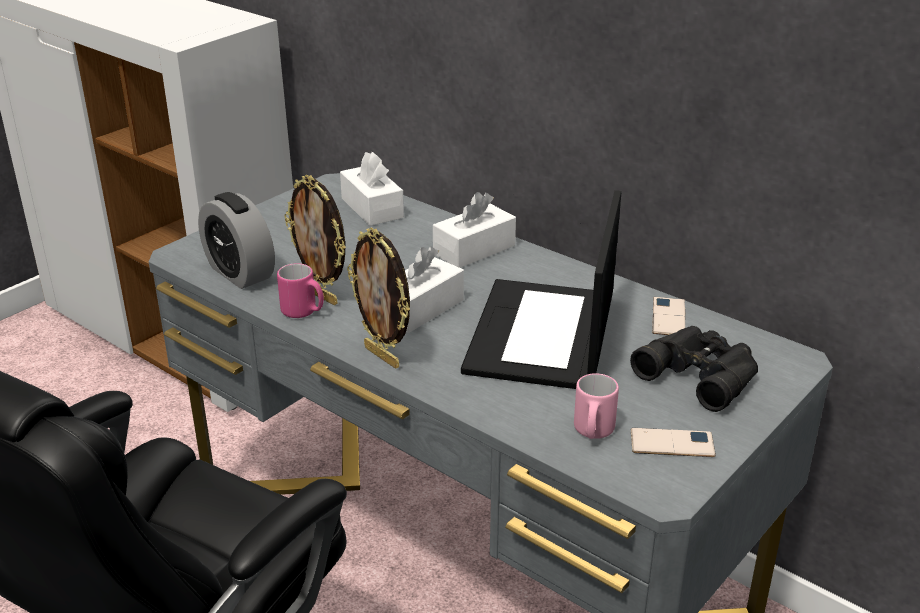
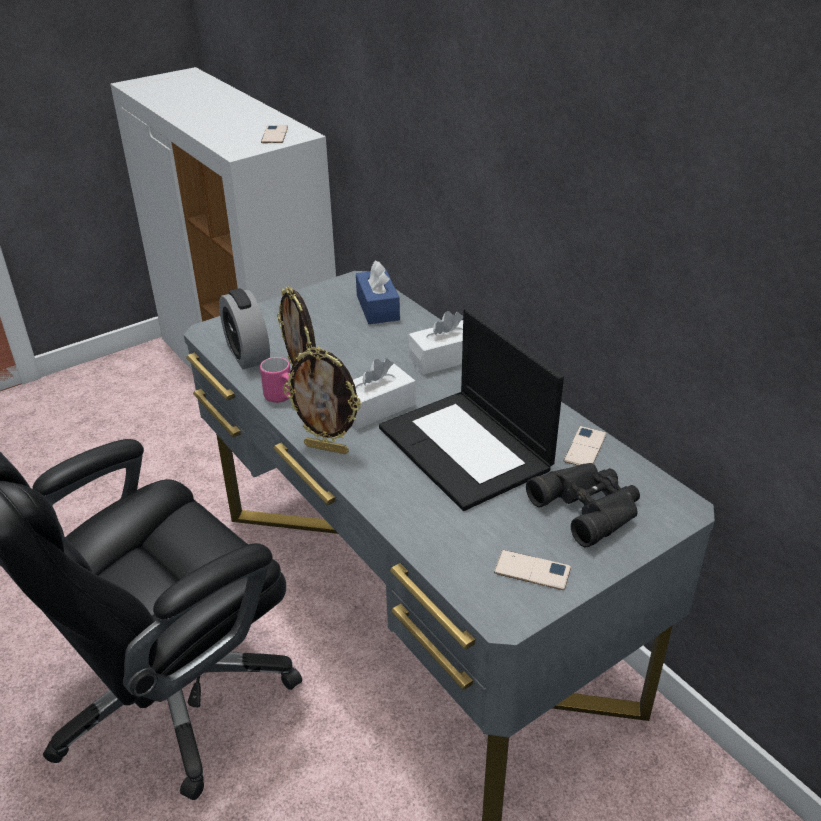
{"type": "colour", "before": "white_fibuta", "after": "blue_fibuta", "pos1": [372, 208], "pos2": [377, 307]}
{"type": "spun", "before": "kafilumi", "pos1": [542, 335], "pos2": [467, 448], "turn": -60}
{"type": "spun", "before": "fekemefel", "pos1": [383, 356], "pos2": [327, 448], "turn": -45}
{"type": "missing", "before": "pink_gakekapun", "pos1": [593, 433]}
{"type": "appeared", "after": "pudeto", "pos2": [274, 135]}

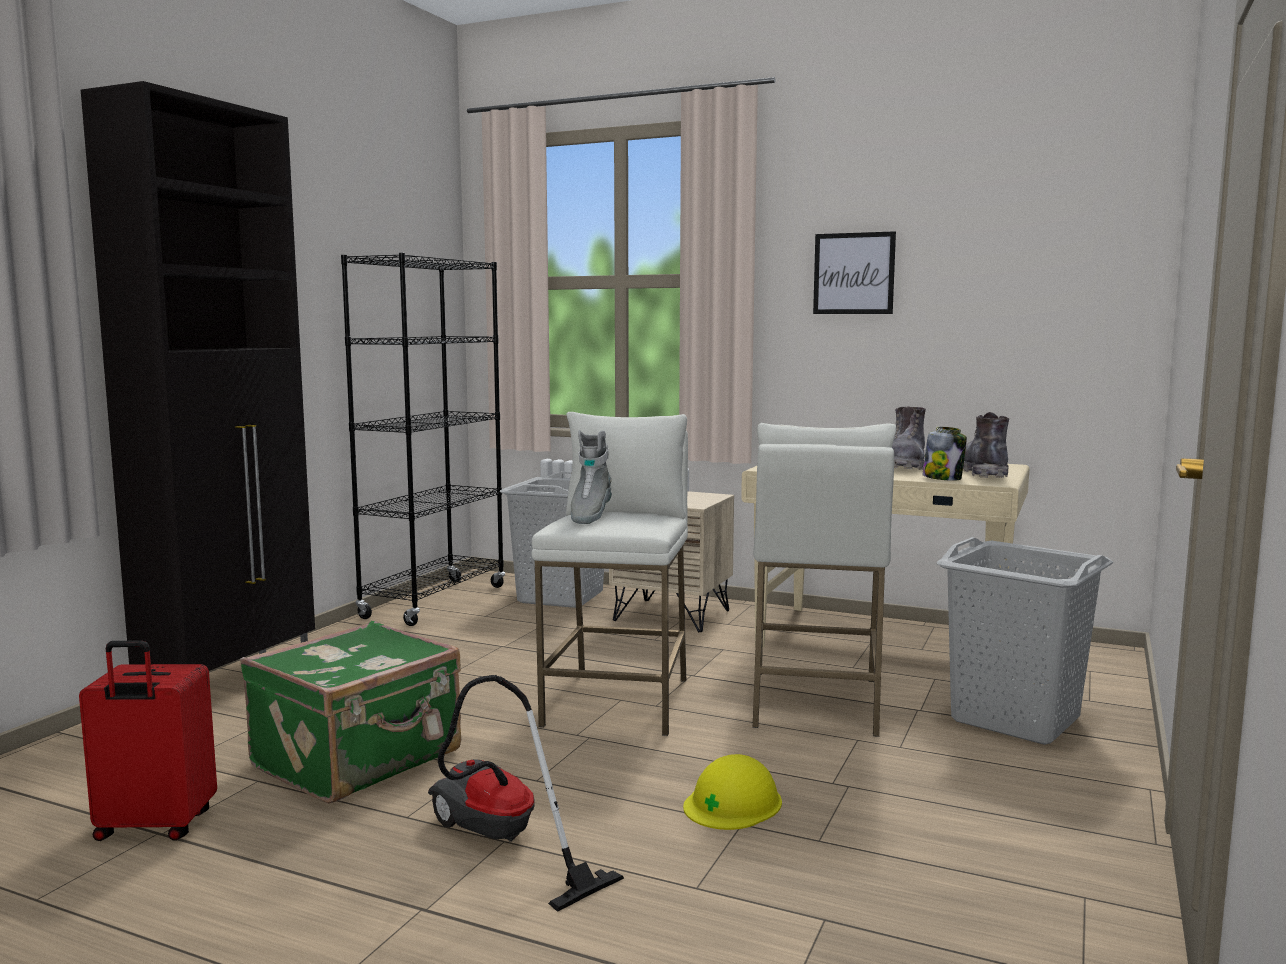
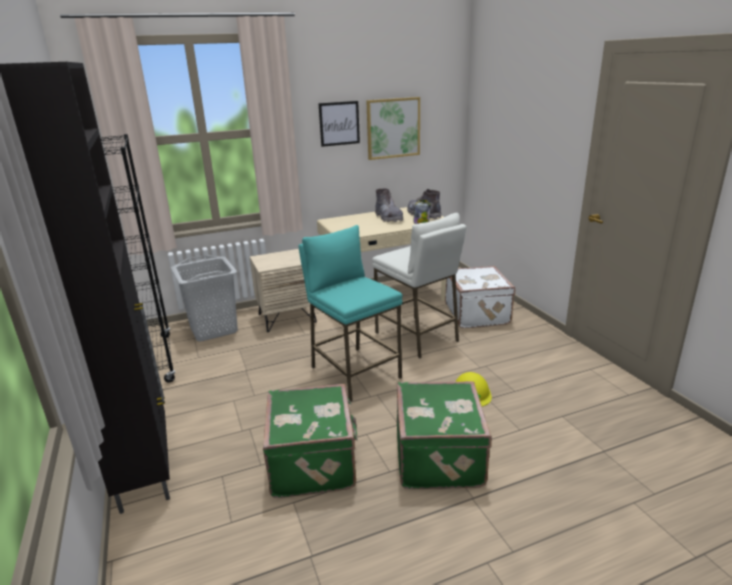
{"type": "colour", "before": "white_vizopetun", "after": "turquoise_vizopetun", "pos1": [618, 702], "pos2": [354, 372]}
{"type": "missing", "before": "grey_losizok", "pos1": [589, 516]}
{"type": "exchanged", "before": "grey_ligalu", "after": "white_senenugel", "pos1": [1014, 719], "pos2": [478, 314]}
{"type": "missing", "before": "red_senenugel", "pos1": [154, 827]}
{"type": "exchanged", "before": "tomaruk", "after": "green_senenugel", "pos1": [499, 842], "pos2": [440, 457]}
{"type": "appeared", "after": "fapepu", "pos2": [393, 128]}

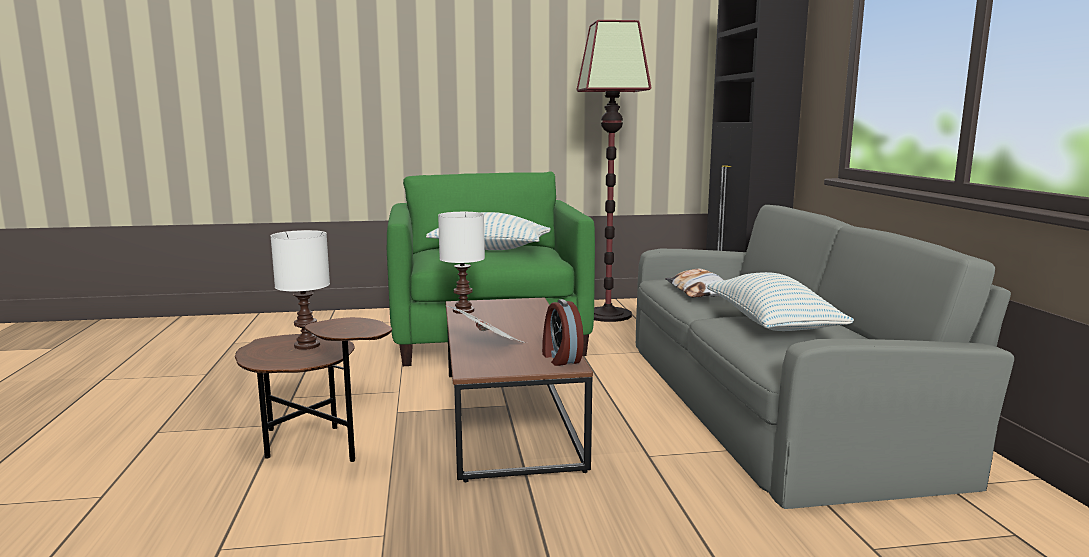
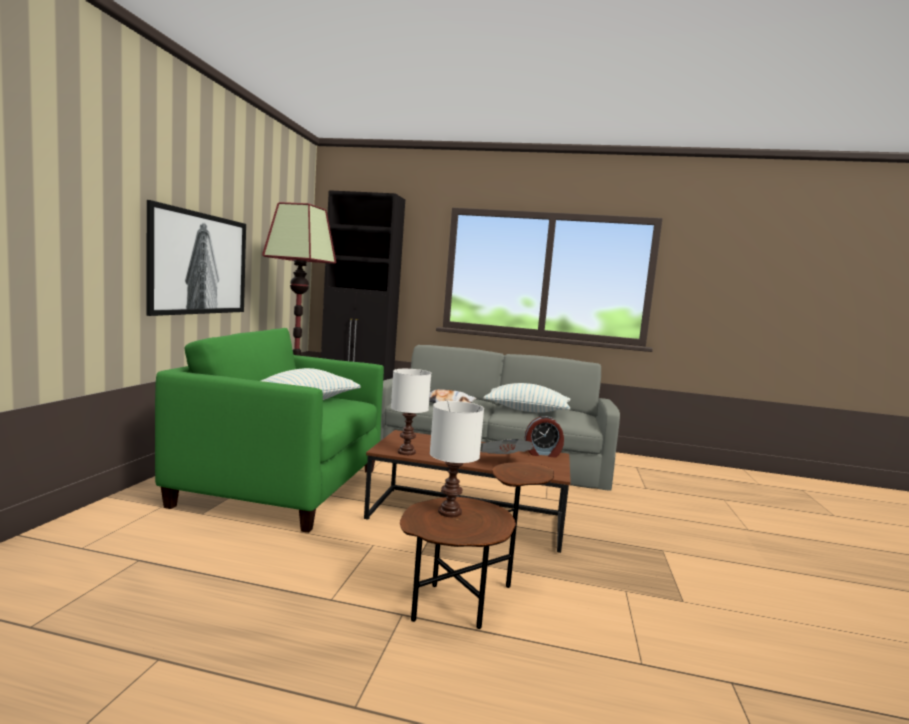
{"type": "appeared", "after": "fapepu", "pos2": [199, 263]}

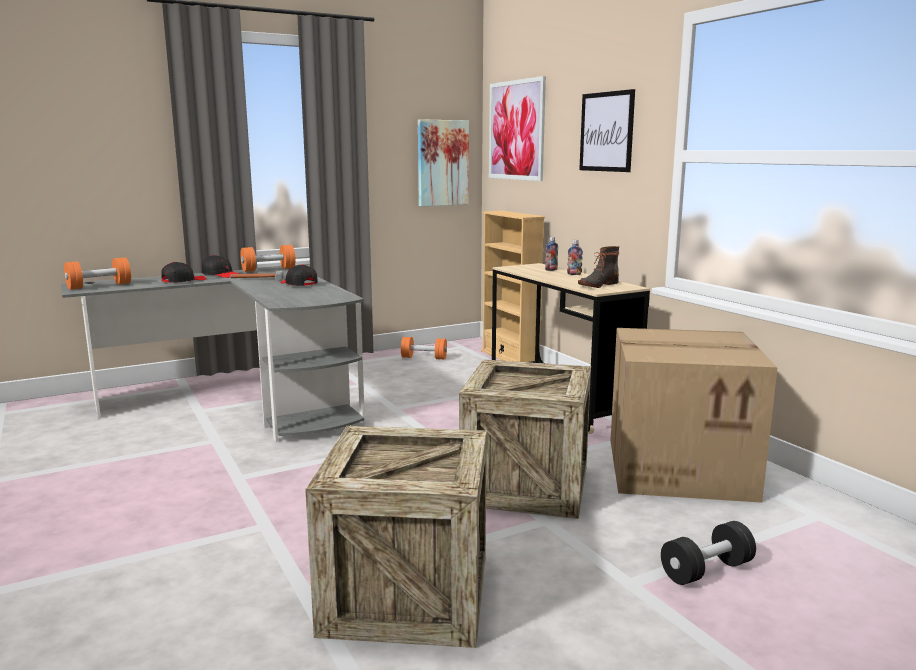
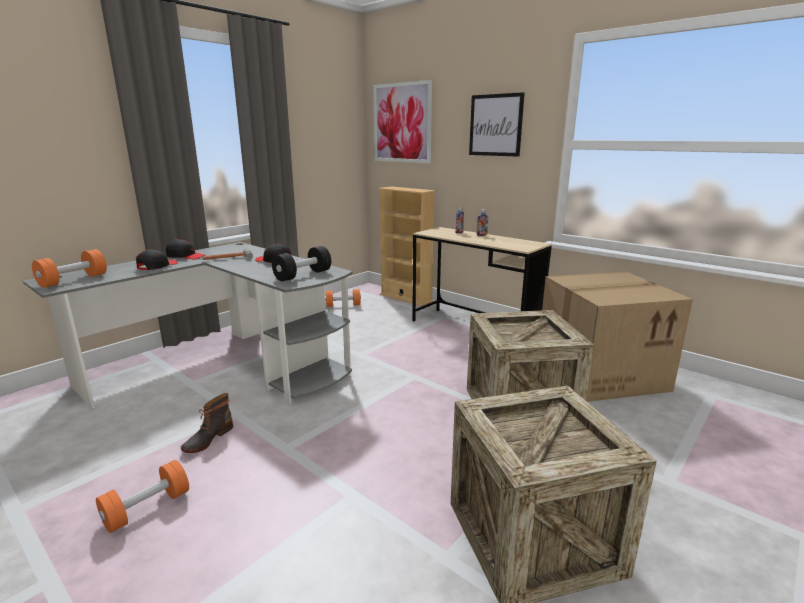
{"type": "missing", "before": "fapepu", "pos1": [442, 163]}
{"type": "relocated", "before": "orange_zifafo", "pos1": [268, 269], "pos2": [147, 508]}
{"type": "relocated", "before": "losizok", "pos1": [597, 285], "pos2": [207, 439]}
{"type": "relocated", "before": "black_zifafo", "pos1": [706, 570], "pos2": [303, 275]}

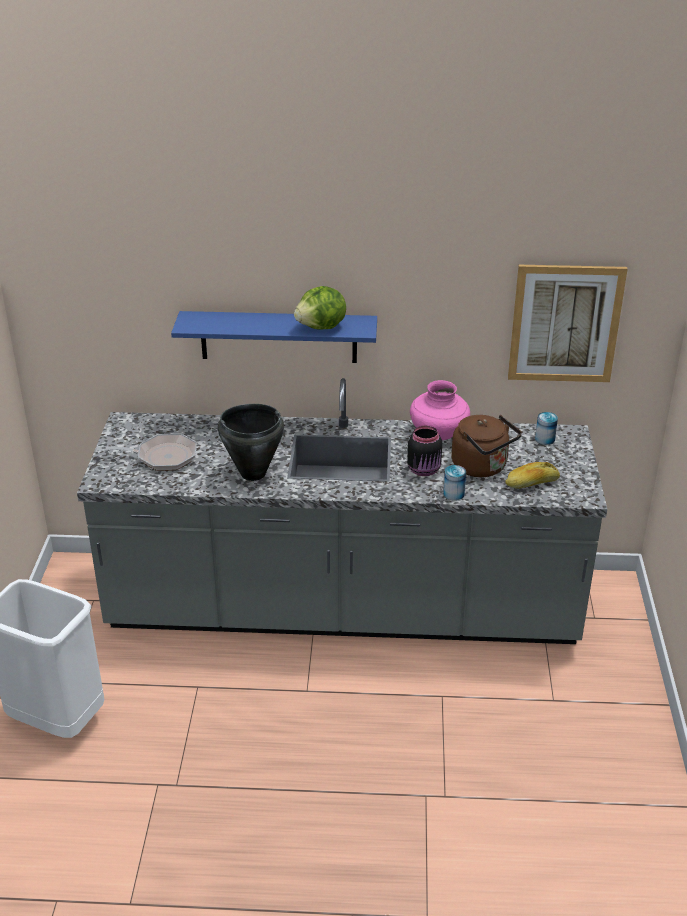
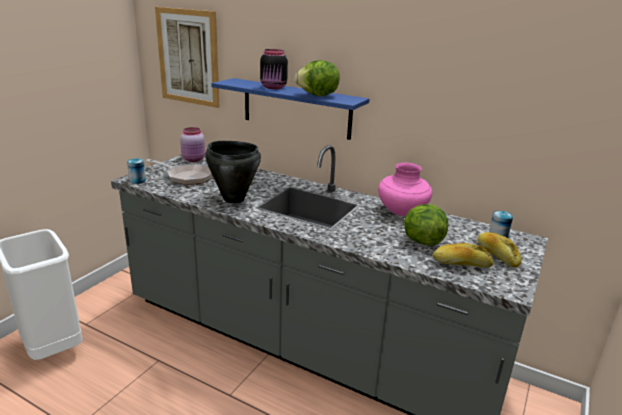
{"type": "relocated", "before": "fapepu", "pos1": [565, 324], "pos2": [188, 57]}
{"type": "exchanged", "before": "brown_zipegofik", "after": "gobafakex", "pos1": [482, 467], "pos2": [422, 241]}
{"type": "relocated", "before": "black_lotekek", "pos1": [424, 470], "pos2": [274, 87]}
{"type": "relocated", "before": "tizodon", "pos1": [453, 494], "pos2": [137, 181]}
{"type": "appeared", "after": "pink_lotekek", "pos2": [194, 159]}
{"type": "appeared", "after": "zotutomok", "pos2": [496, 255]}

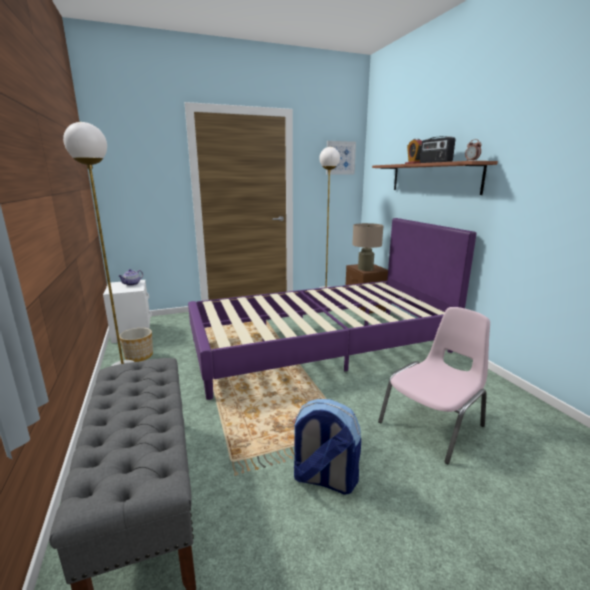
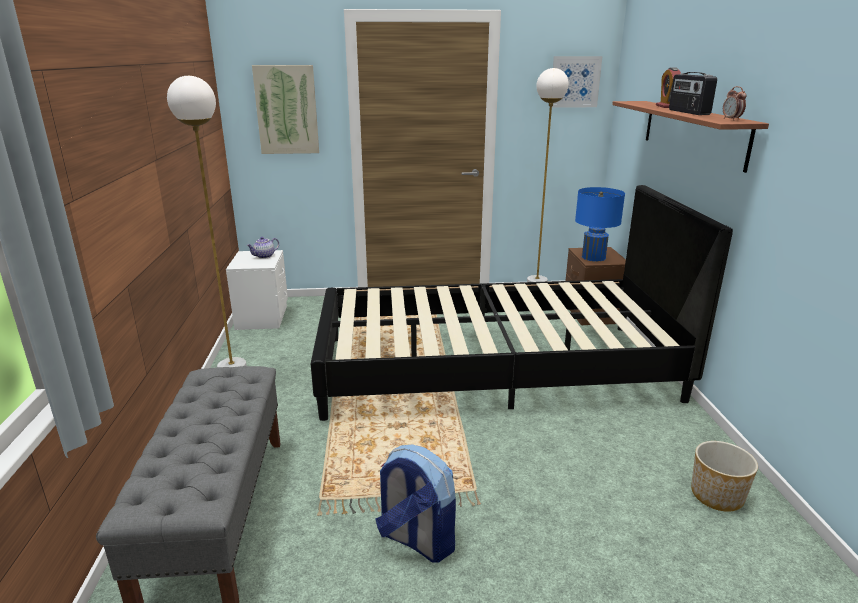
{"type": "colour", "before": "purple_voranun", "after": "black_voranun", "pos1": [320, 346], "pos2": [494, 368]}
{"type": "colour", "before": "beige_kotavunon", "after": "blue_kotavunon", "pos1": [365, 269], "pos2": [593, 257]}
{"type": "missing", "before": "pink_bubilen", "pos1": [433, 424]}
{"type": "relocated", "before": "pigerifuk", "pos1": [139, 356], "pos2": [717, 495]}
{"type": "appeared", "after": "fapepu", "pos2": [287, 110]}

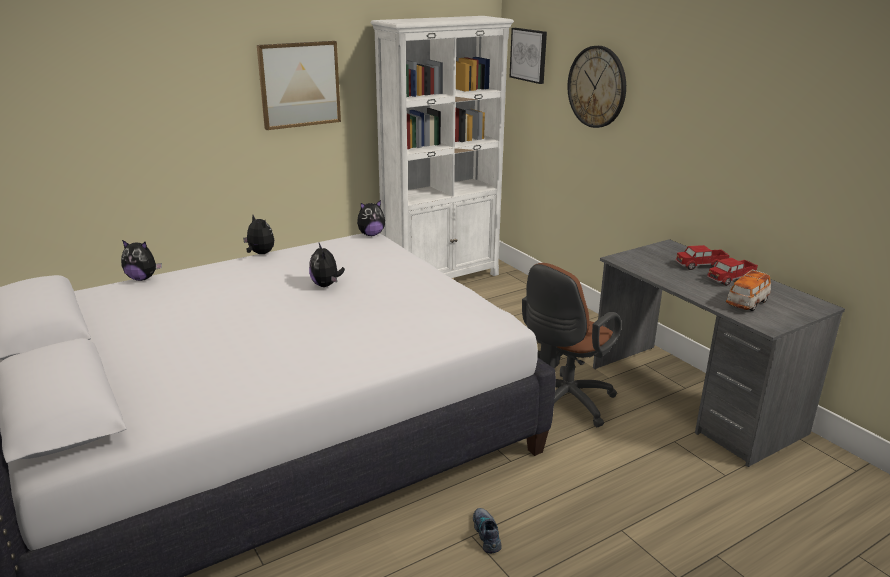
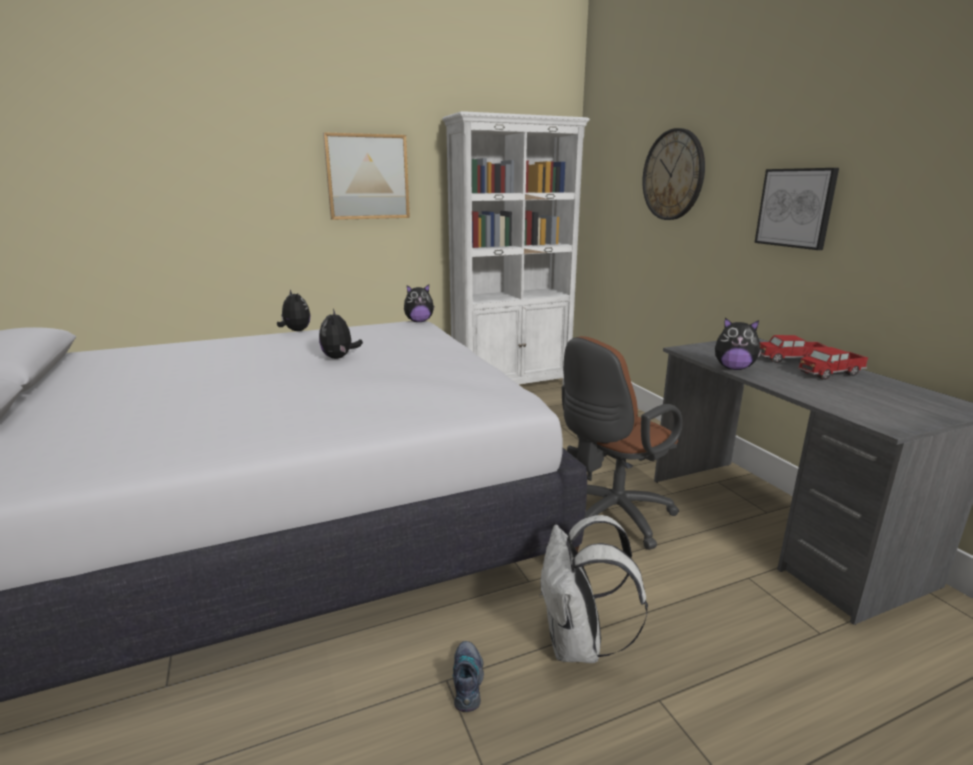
{"type": "relocated", "before": "fapepu", "pos1": [529, 55], "pos2": [795, 208]}
{"type": "relocated", "before": "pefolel", "pos1": [142, 278], "pos2": [733, 368]}
{"type": "missing", "before": "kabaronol", "pos1": [747, 303]}
{"type": "appeared", "after": "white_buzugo", "pos2": [578, 644]}

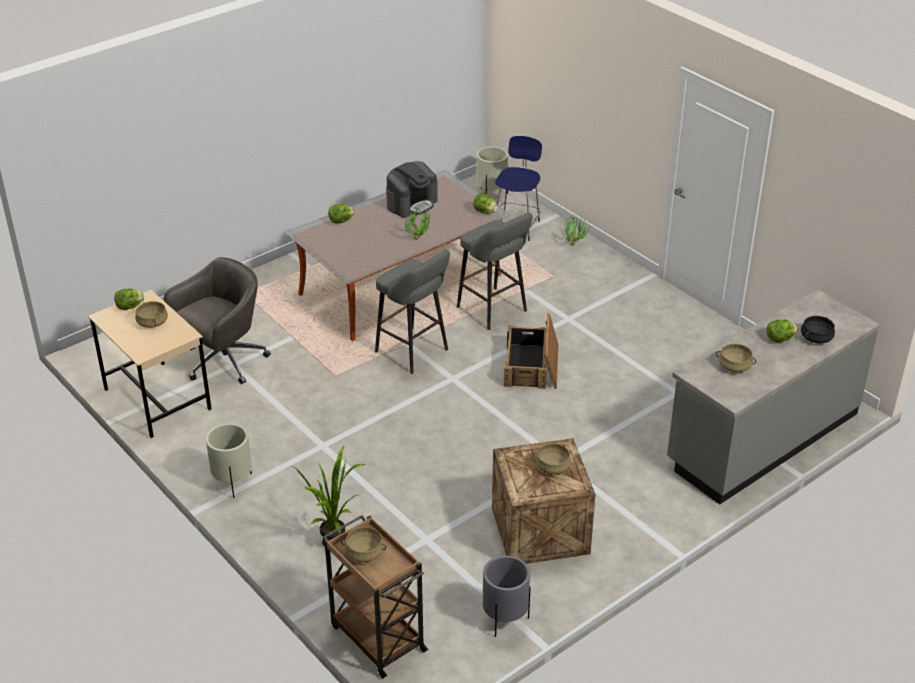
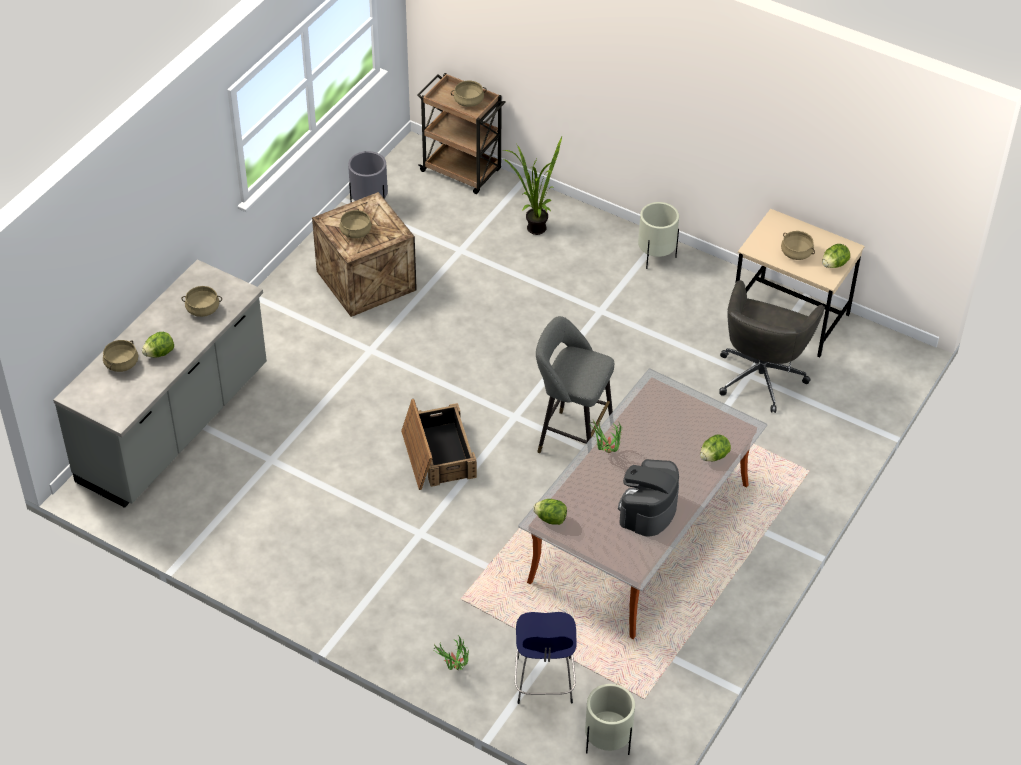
{"type": "missing", "before": "grey_vizopetun", "pos1": [494, 311]}
{"type": "colour", "before": "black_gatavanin", "after": "beige_gatavanin", "pos1": [816, 338], "pos2": [122, 364]}

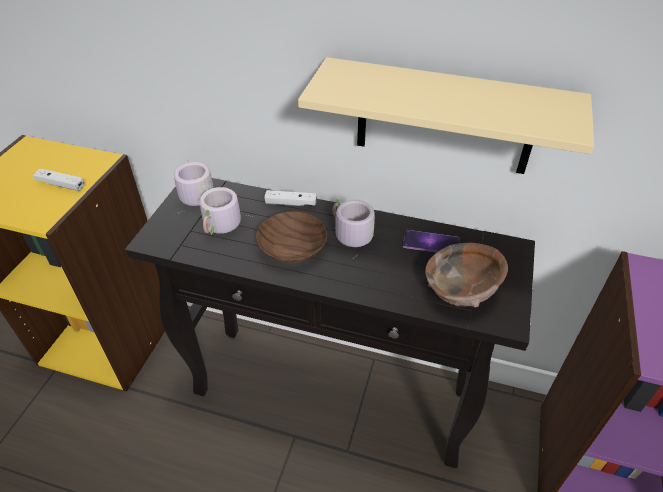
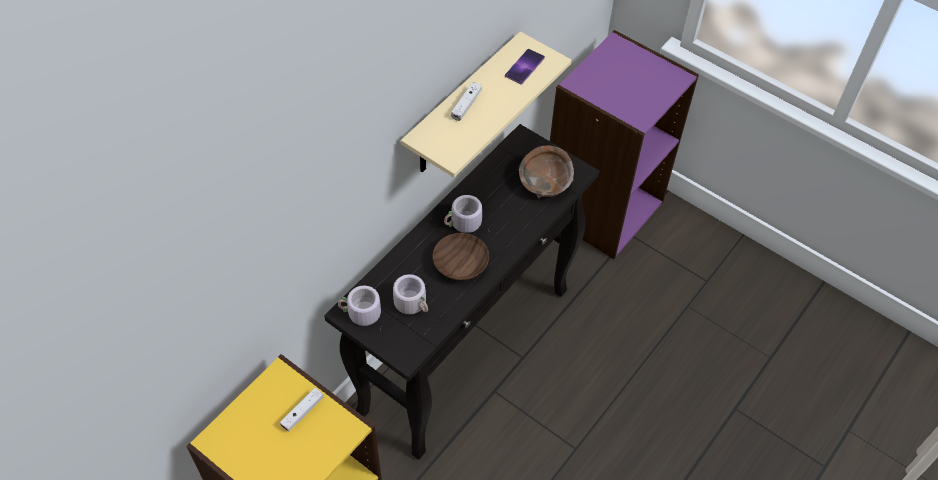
{"type": "relocated", "before": "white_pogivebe", "pos1": [291, 203], "pos2": [466, 105]}
{"type": "relocated", "before": "pudeto", "pos1": [431, 243], "pos2": [524, 66]}

